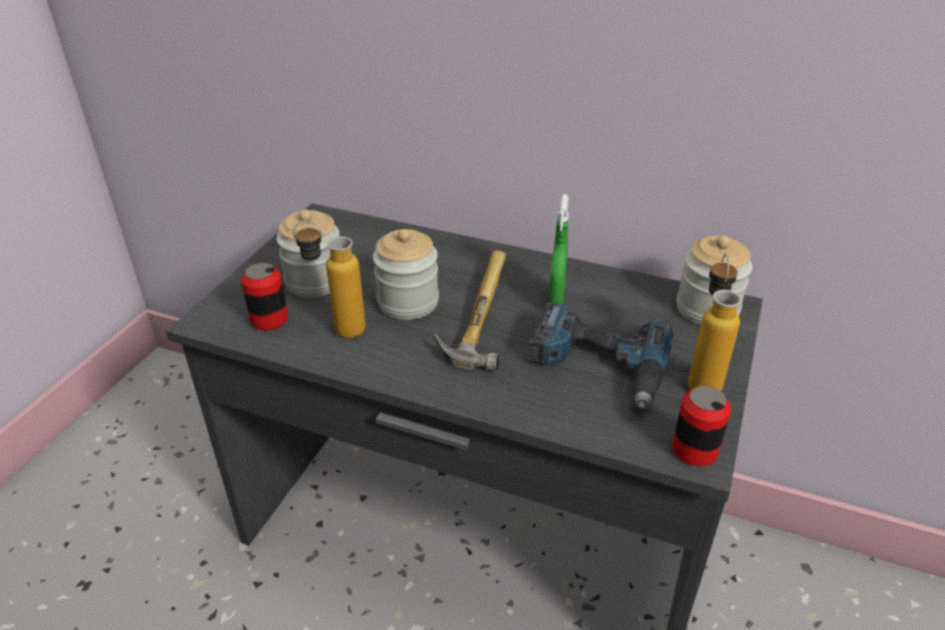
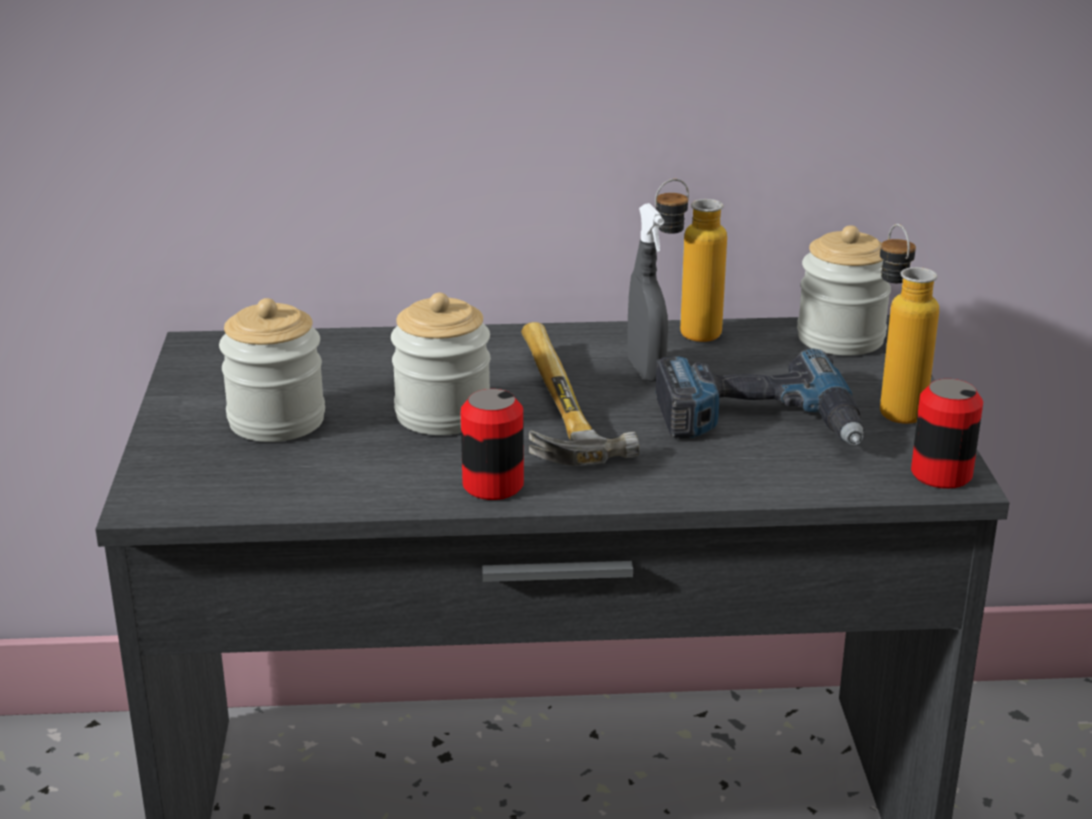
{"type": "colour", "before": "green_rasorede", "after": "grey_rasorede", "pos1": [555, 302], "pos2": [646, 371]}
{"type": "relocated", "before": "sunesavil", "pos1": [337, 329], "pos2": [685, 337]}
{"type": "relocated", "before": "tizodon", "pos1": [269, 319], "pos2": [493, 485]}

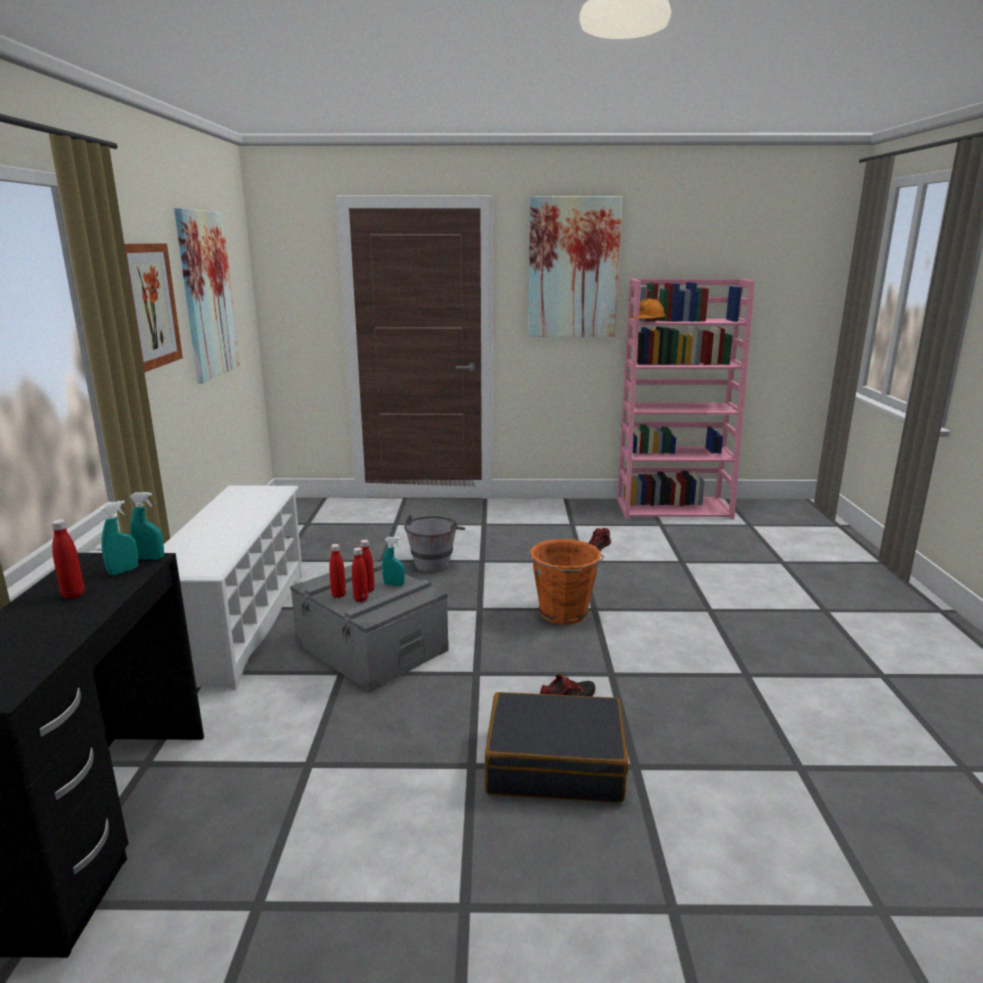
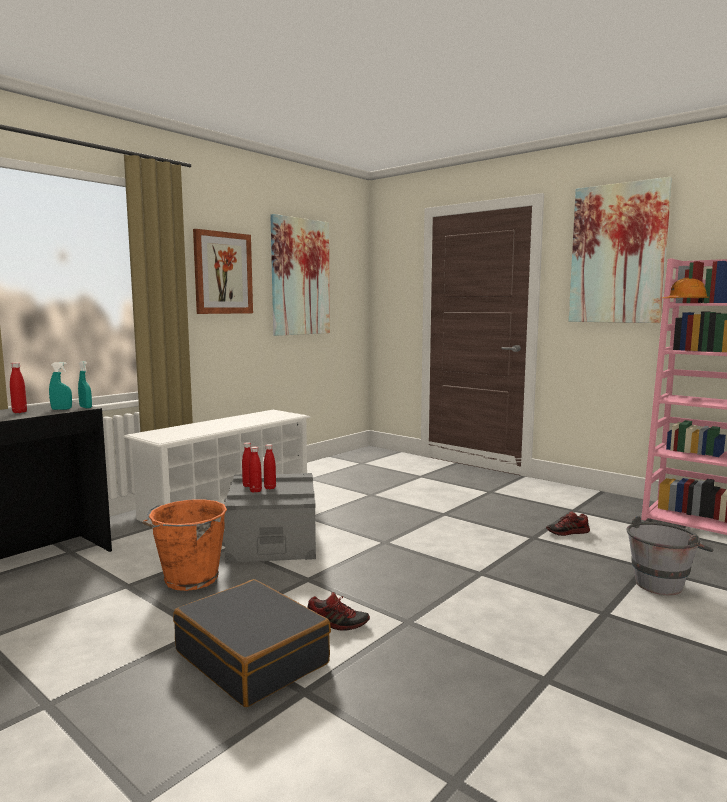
{"type": "relocated", "before": "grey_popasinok", "pos1": [434, 562], "pos2": [664, 582]}
{"type": "missing", "before": "turquoise_rasorede", "pos1": [394, 584]}
{"type": "relocated", "before": "orange_popasinok", "pos1": [563, 614], "pos2": [189, 579]}

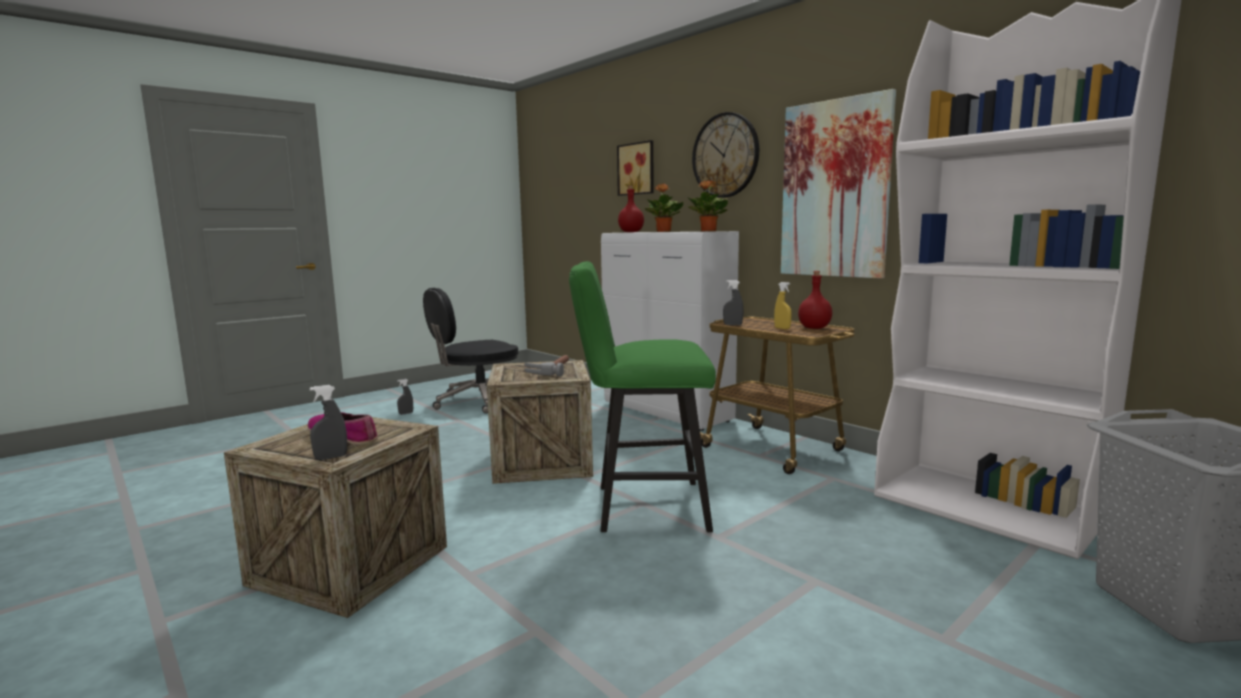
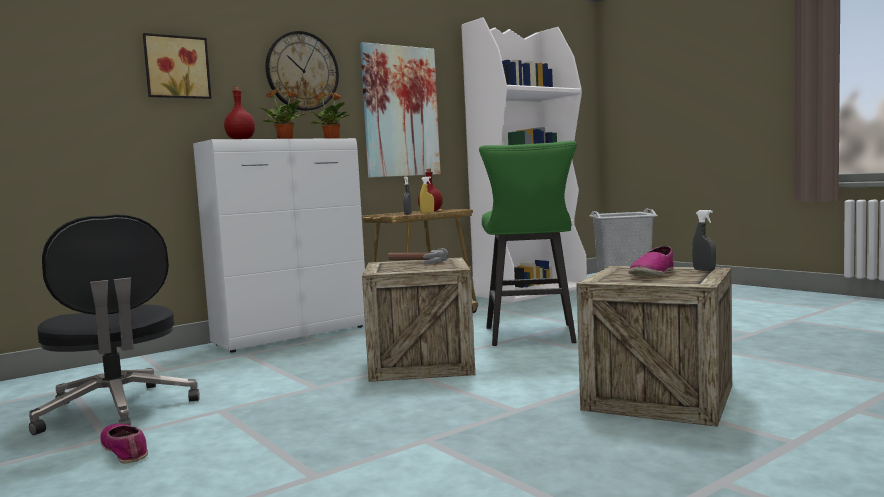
{"type": "exchanged", "before": "grey_rasorede", "after": "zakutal", "pos1": [406, 413], "pos2": [125, 450]}

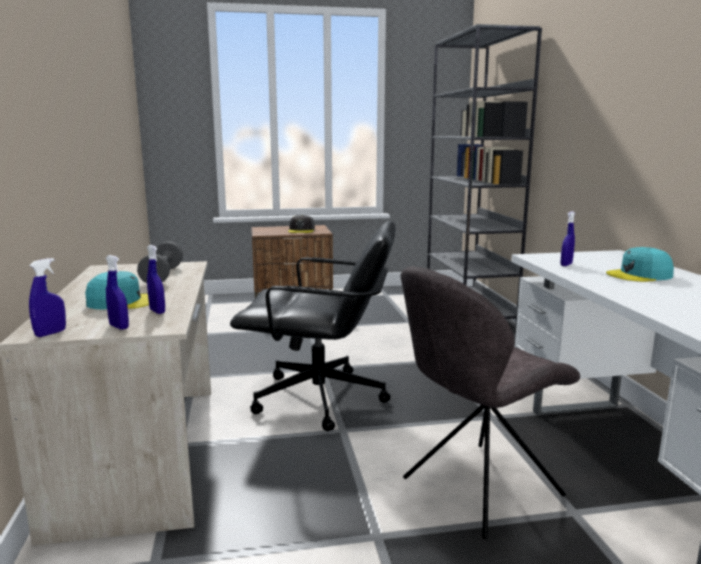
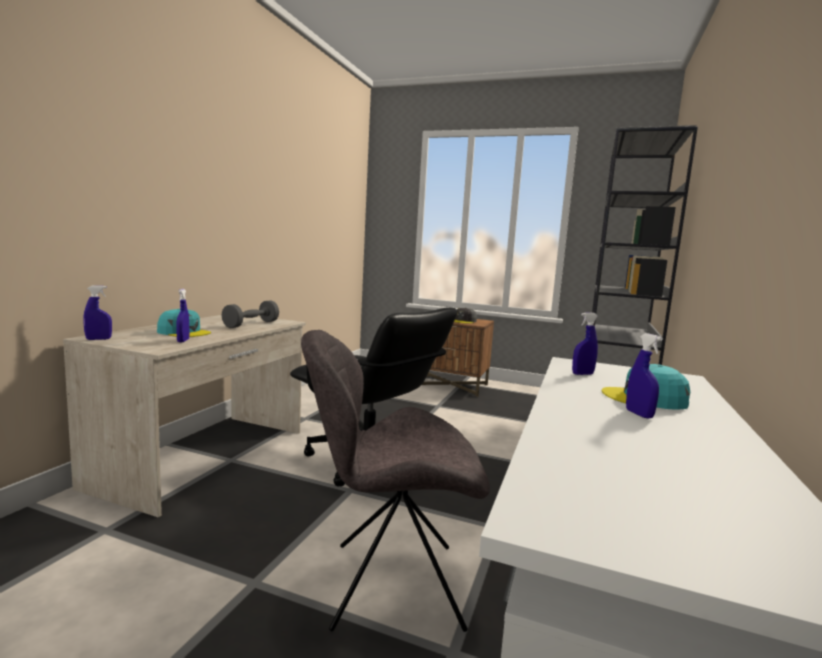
{"type": "relocated", "before": "blue_rasorede", "pos1": [119, 327], "pos2": [639, 414]}

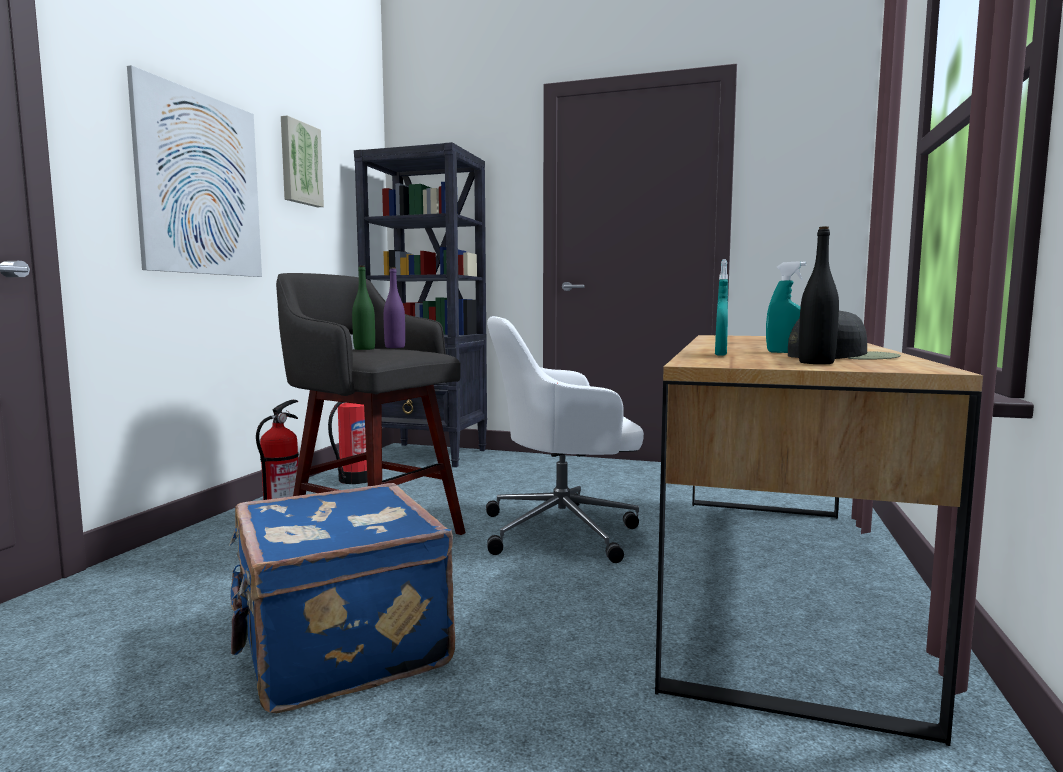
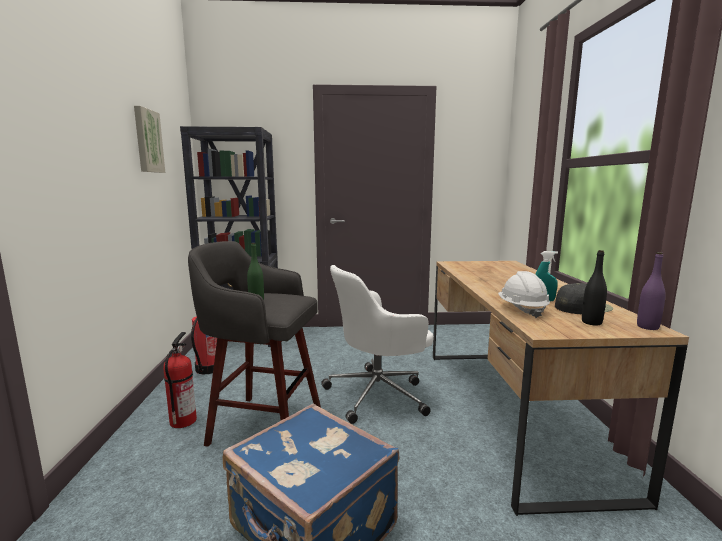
{"type": "missing", "before": "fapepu", "pos1": [200, 184]}
{"type": "exchanged", "before": "turquoise_rasorede", "after": "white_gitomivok", "pos1": [720, 355], "pos2": [522, 310]}
{"type": "relocated", "before": "purple_sunesavil", "pos1": [395, 347], "pos2": [647, 327]}

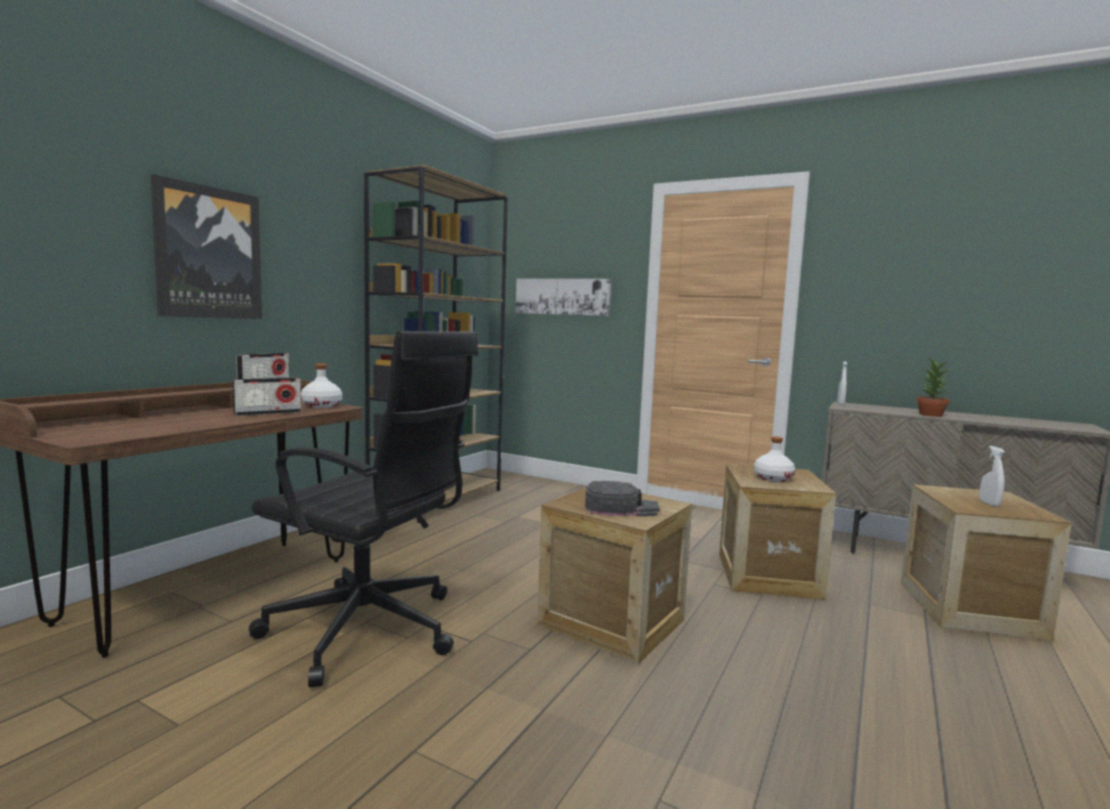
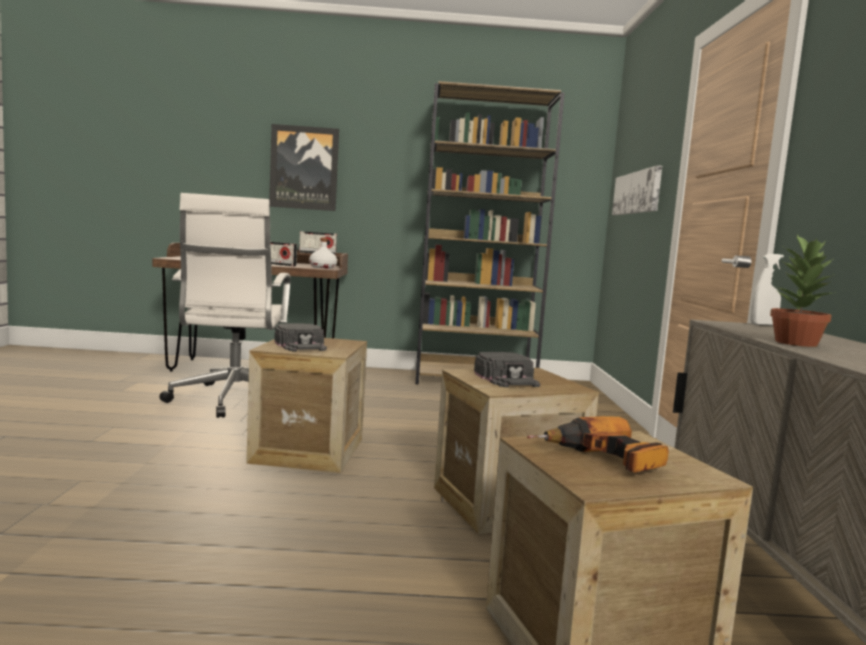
{"type": "colour", "before": "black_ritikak", "after": "white_ritikak", "pos1": [368, 631], "pos2": [232, 400]}
{"type": "exchanged", "before": "white_sunesavil", "after": "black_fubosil", "pos1": [773, 478], "pos2": [507, 378]}
{"type": "exchanged", "before": "white_rasorede", "after": "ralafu", "pos1": [989, 503], "pos2": [602, 460]}

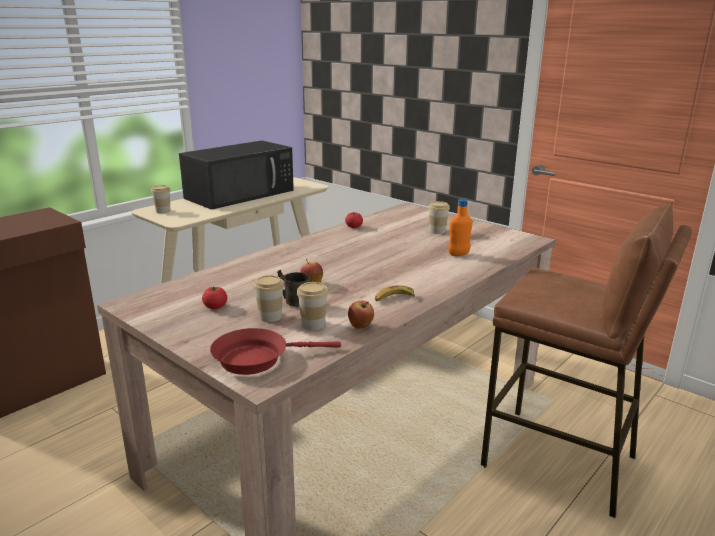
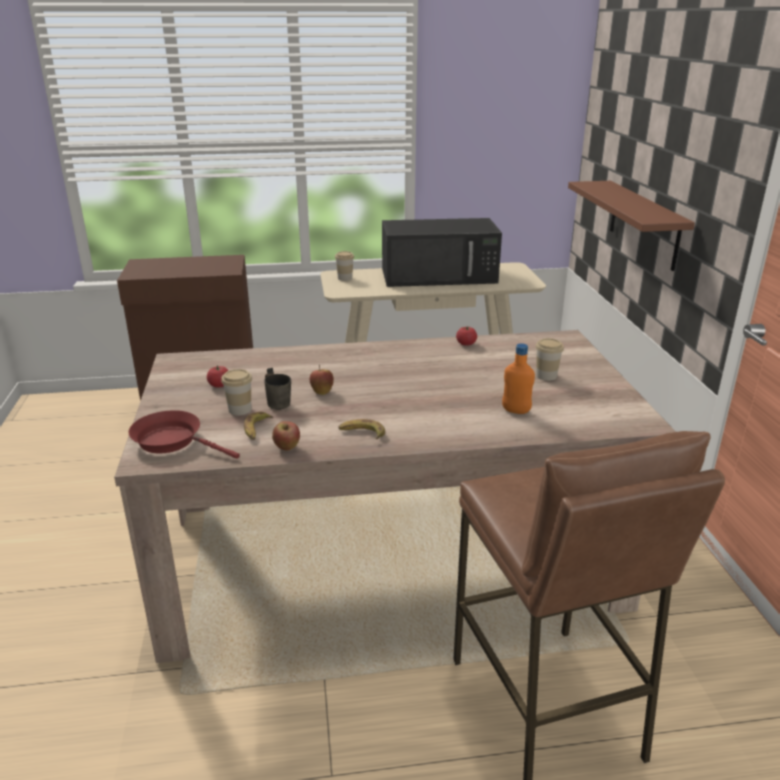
{"type": "exchanged", "before": "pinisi", "after": "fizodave", "pos1": [313, 324], "pos2": [257, 430]}
{"type": "appeared", "after": "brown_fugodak", "pos2": [644, 224]}

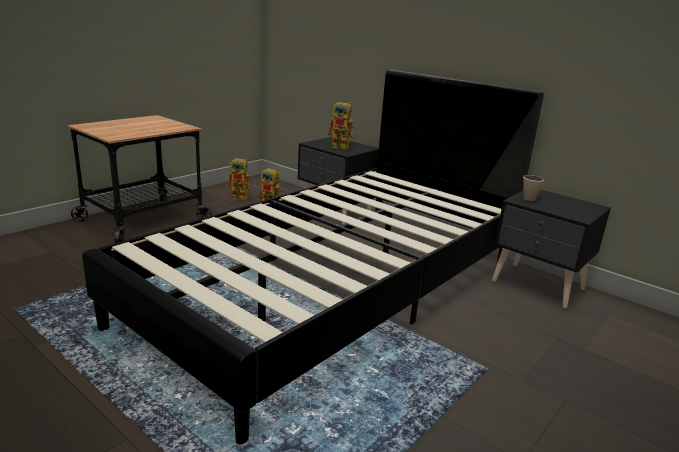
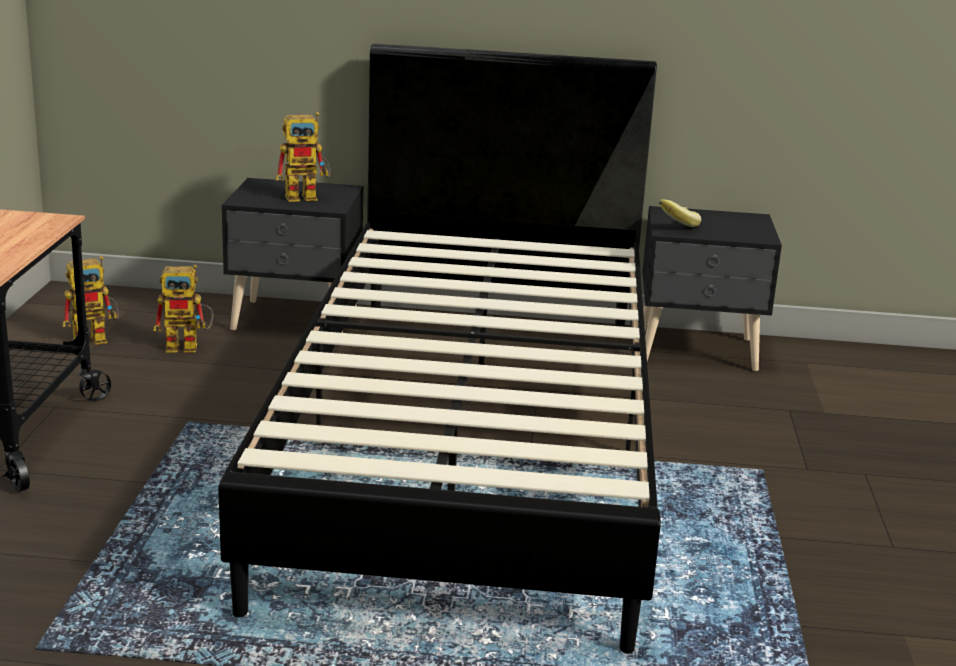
{"type": "exchanged", "before": "pinisi", "after": "fizodave", "pos1": [529, 199], "pos2": [676, 225]}

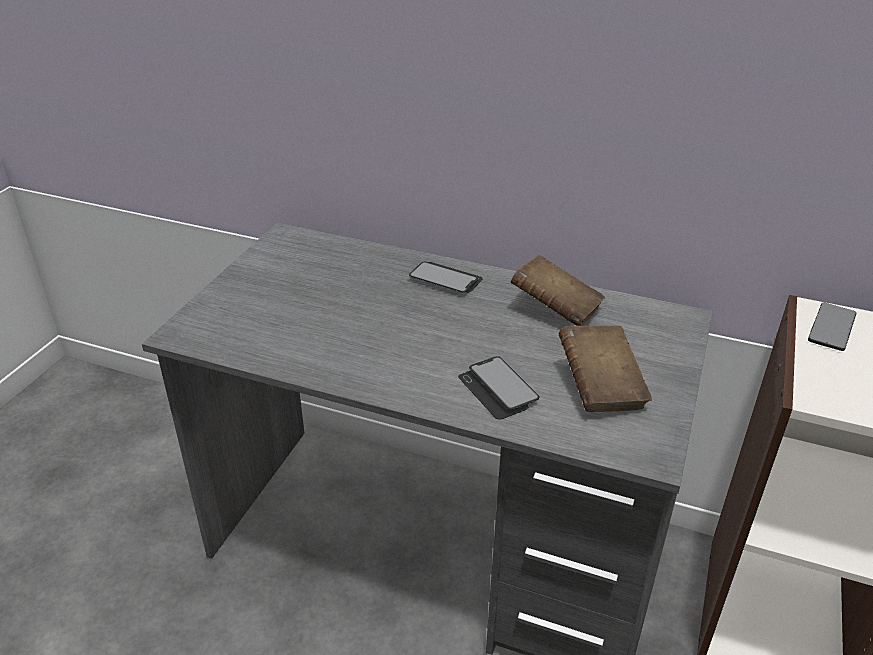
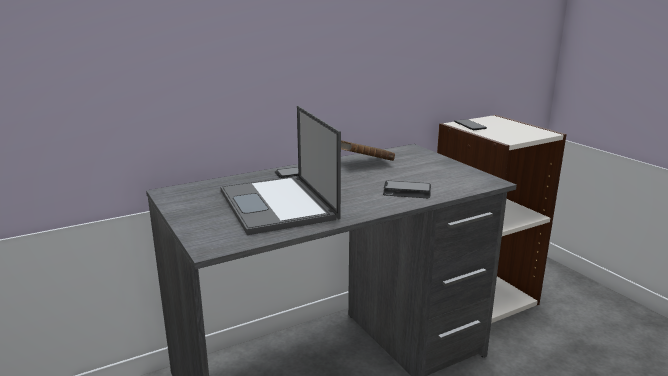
{"type": "missing", "before": "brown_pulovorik", "pos1": [600, 387]}
{"type": "appeared", "after": "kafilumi", "pos2": [278, 205]}

